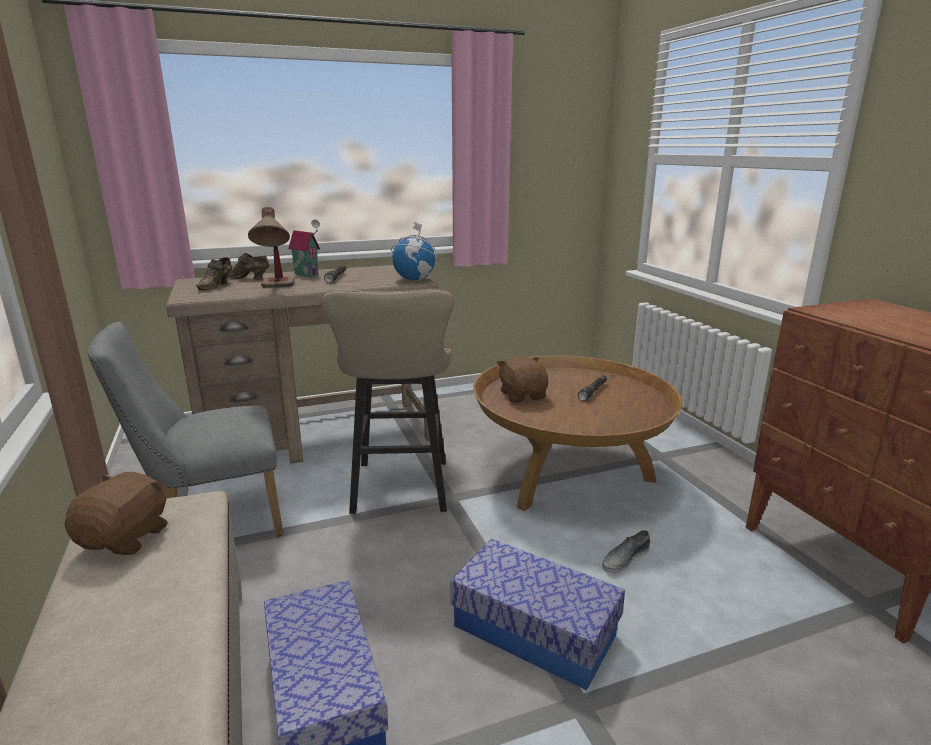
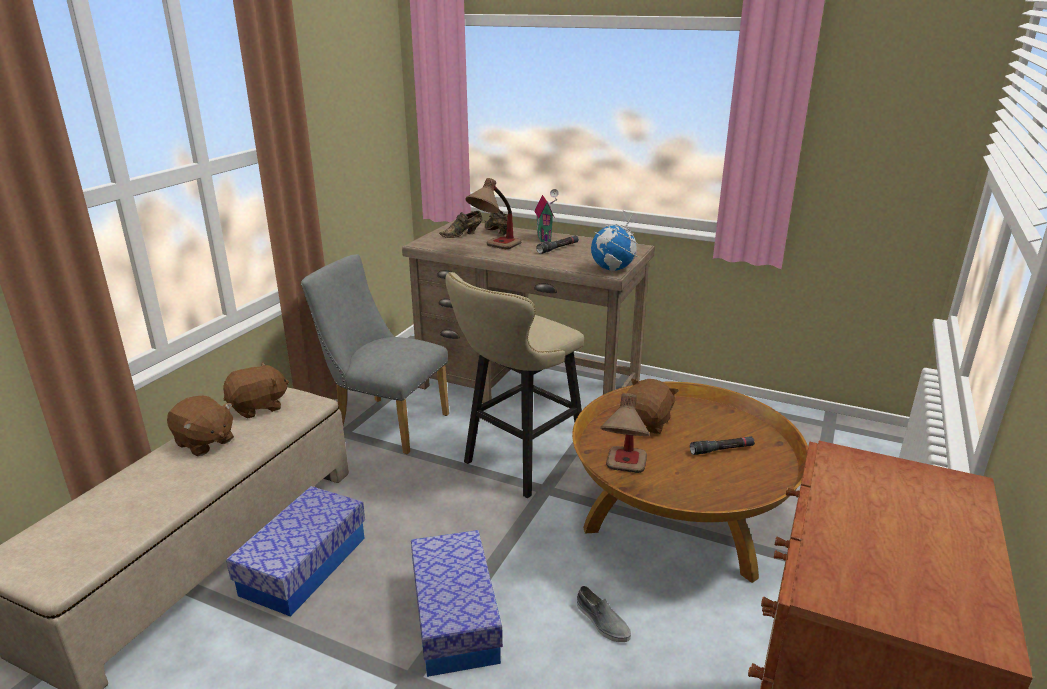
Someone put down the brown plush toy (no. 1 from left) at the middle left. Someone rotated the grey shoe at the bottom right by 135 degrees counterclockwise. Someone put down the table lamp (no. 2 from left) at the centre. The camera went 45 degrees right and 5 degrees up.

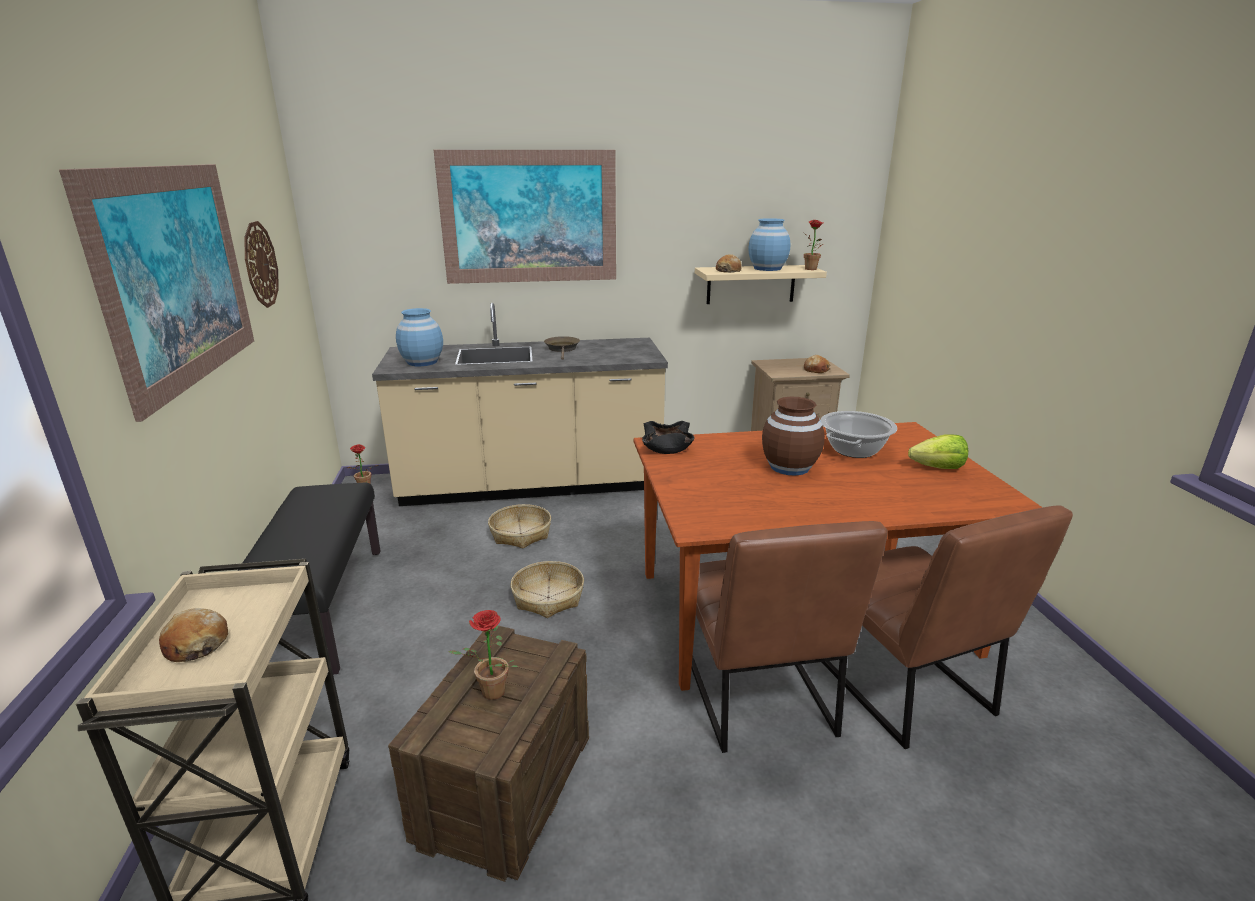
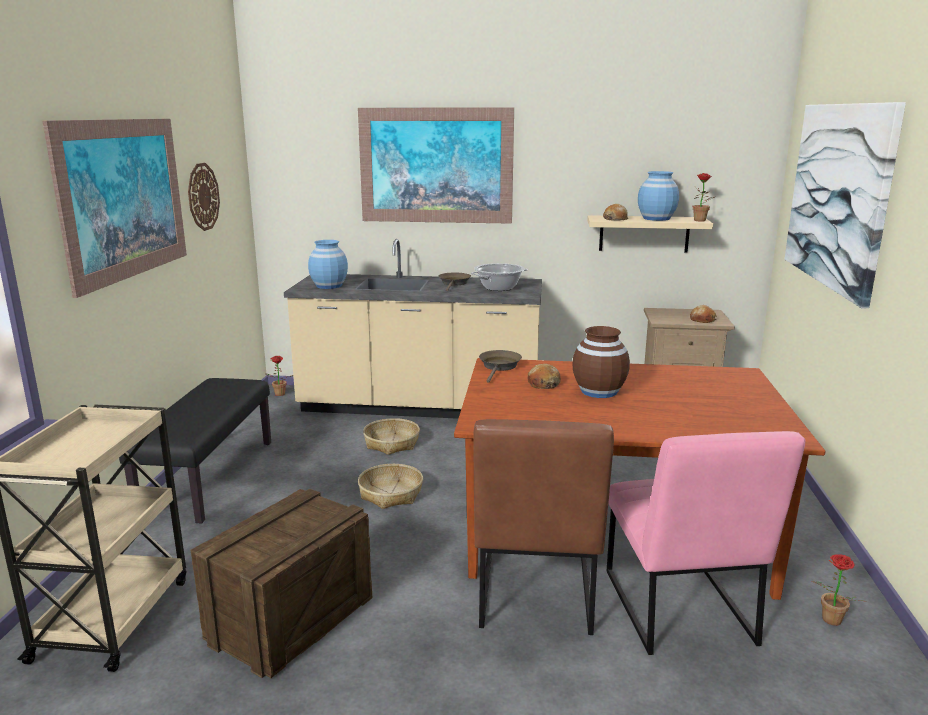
Someone carried the cooking pot from the middle right to the centre. Someone swapped the black bowl at the centre for the brown frying pan (no. 2 from left) at the centre. Someone carried the bread (no. 1 from left) from the bottom left to the centre. Someone repainted the brown chair (no. 2 from left) at the bottom right, which became the pink chair at the bottom right. Someone put up the picture (no. 3 from left) at the top right. Someone carried the potted plant (no. 2 from left in the first image) from the bottom centre to the bottom right. Someone took away the lettuce at the middle right. The camera went 15 degrees right and 5 degrees down.

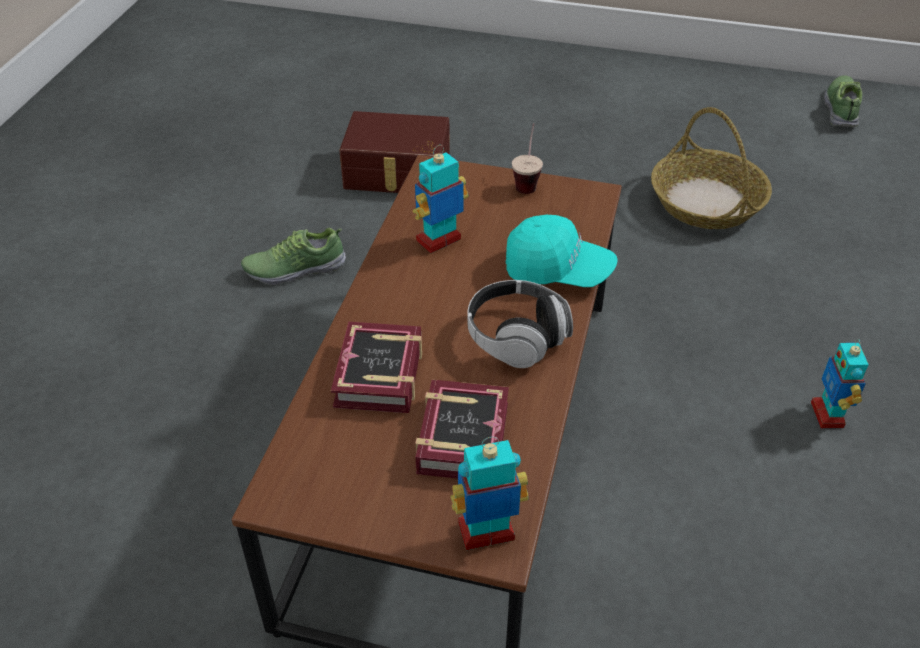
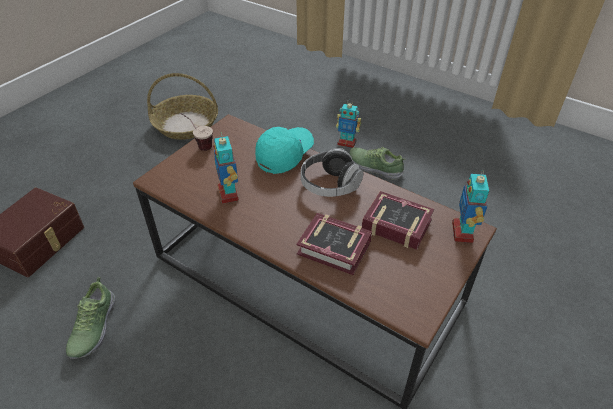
Someone carried the shoe (no. 2 from left) from the top right to the centre. The camera went 70 degrees left and 0 degrees up.

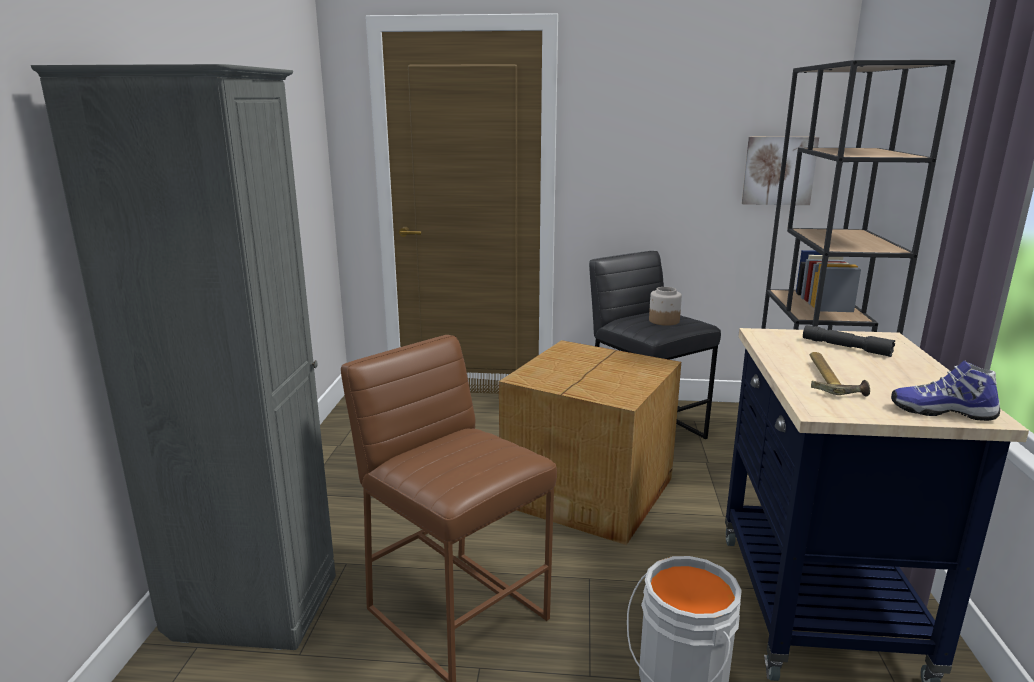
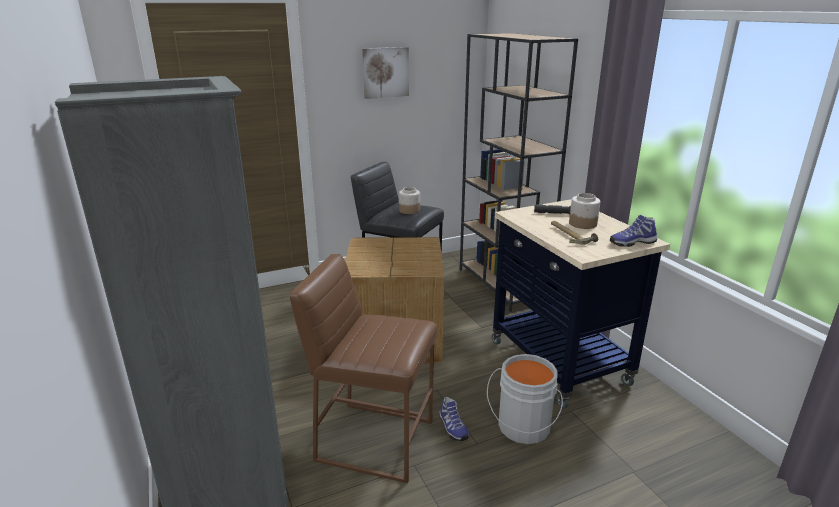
Someone carried the picture from the top right to the top centre. Someone put down the shoe (no. 1 from left) at the bottom centre. Someone put down the jar (no. 2 from left) at the middle right. The camera went 30 degrees left and 5 degrees up.

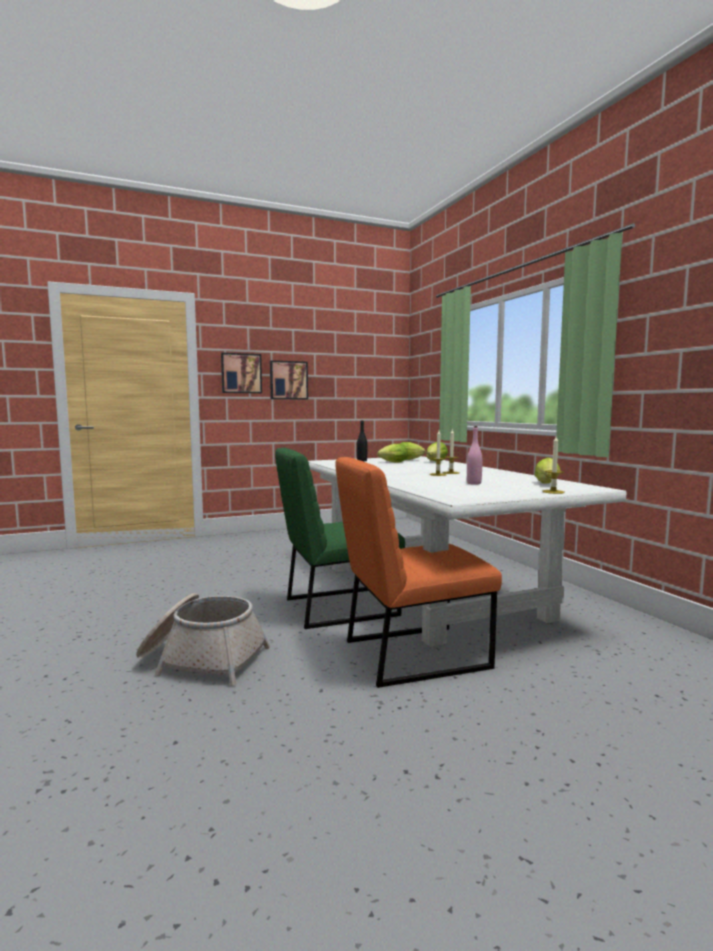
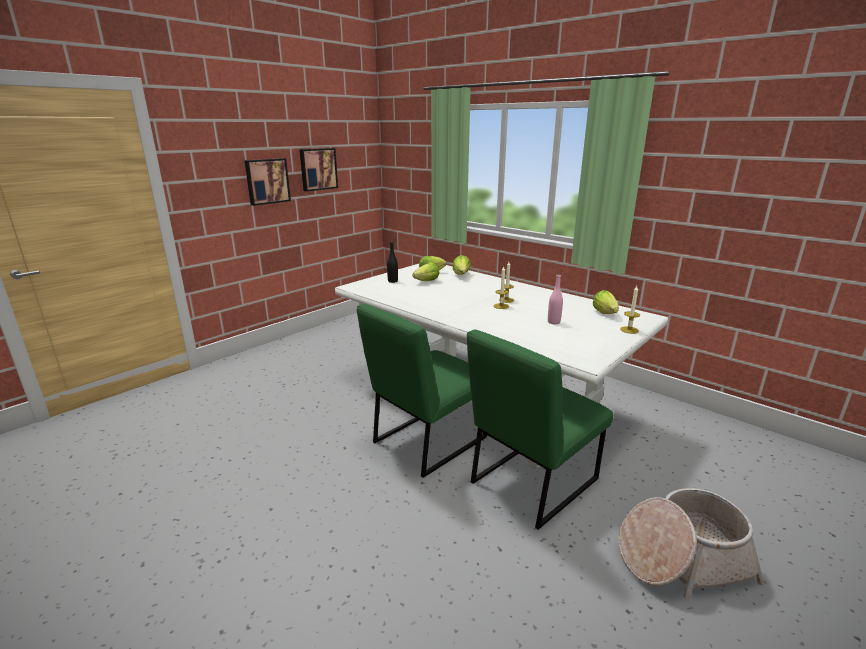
Someone carried the picture (no. 1 from left in the first image) from the centre to the top centre. Someone repainted the orange chair at the centre, which became the green chair (no. 2 from left) at the centre. Someone carried the basket from the bottom left to the bottom right. The camera went 25 degrees left and 15 degrees up.

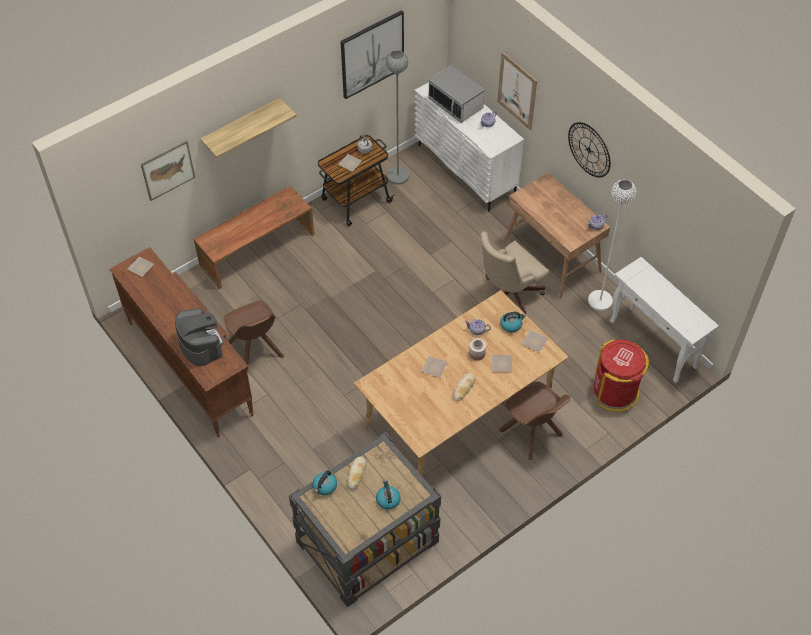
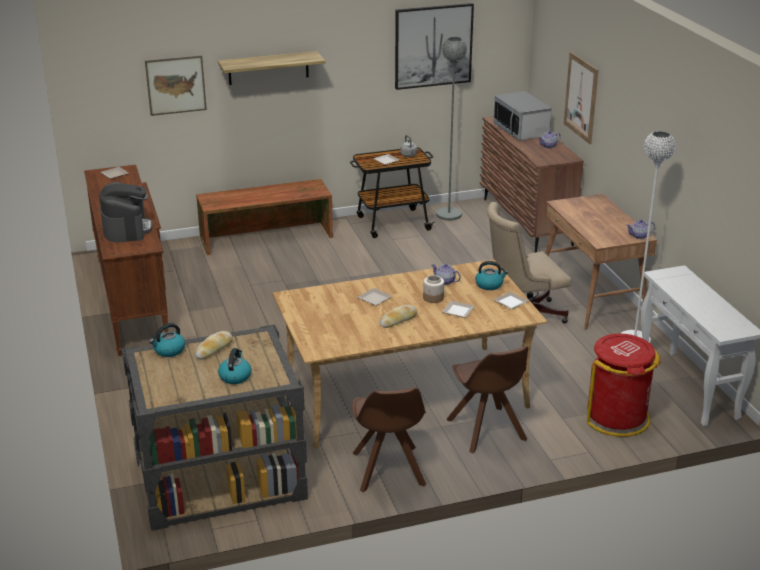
Someone carried the brown chair (no. 1 from left) from the middle left to the bottom centre. Someone repainted the white dresser at the top centre, which became the brown dresser at the top right. Someone took away the wall clock at the top right. The camera went 20 degrees right and 25 degrees down.

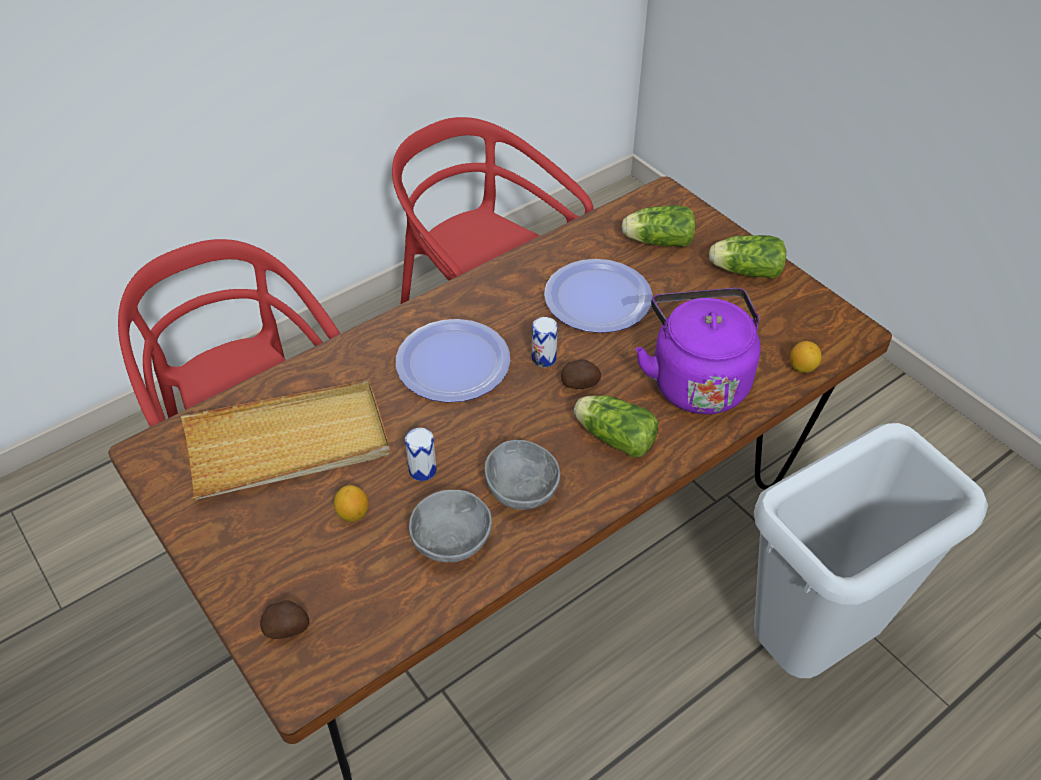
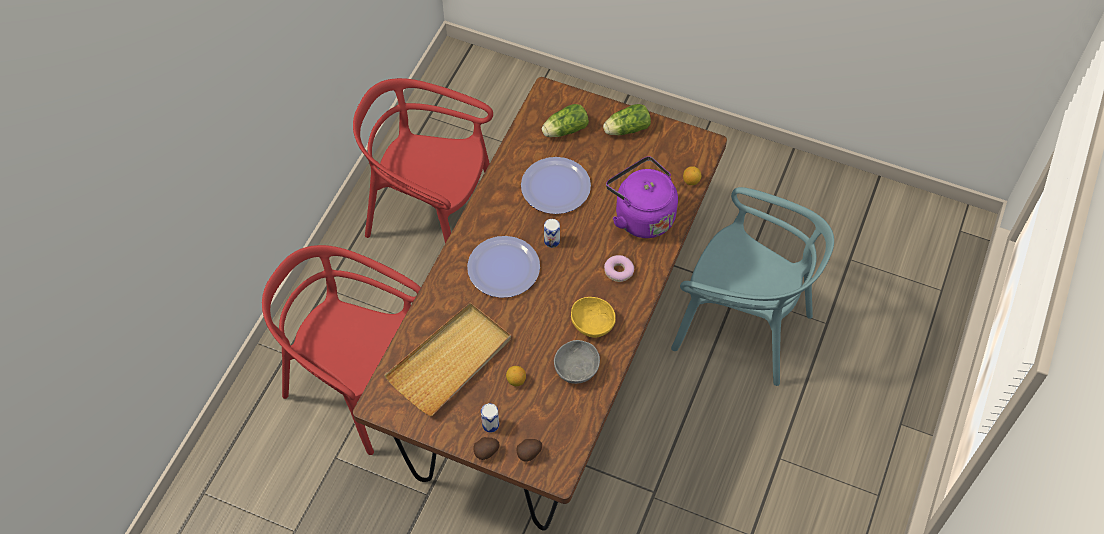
Someone carried the potato (no. 2 from left in the first image) from the centre to the bottom centre. Someone carried the can (no. 1 from left) from the centre to the bottom centre. Someone repainted the grey bowl (no. 2 from left) at the centre, which became the yellow bowl at the centre. Someone swapped the lettuce (no. 1 from left) at the centre for the donut at the centre. Someone swapped the grey trash can at the bottom right for the turquoise chair at the middle right. The camera went 30 degrees left and 10 degrees up.

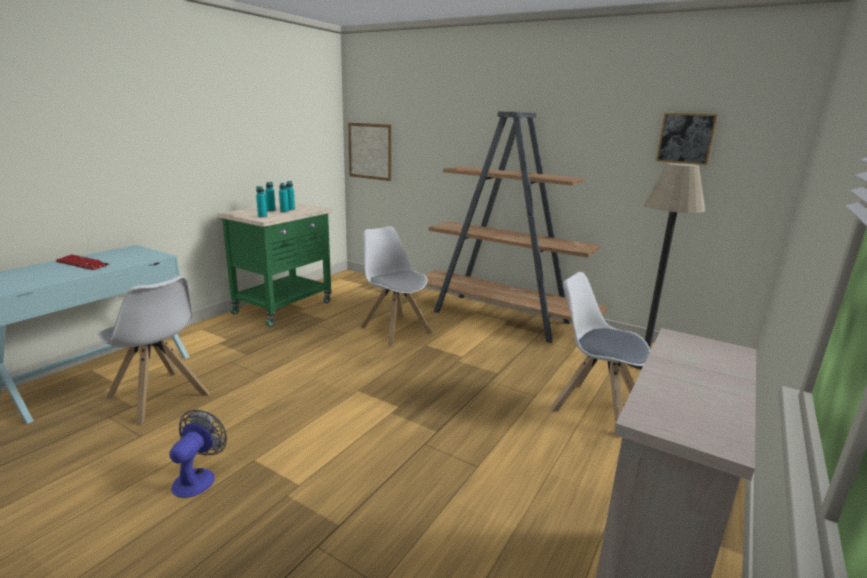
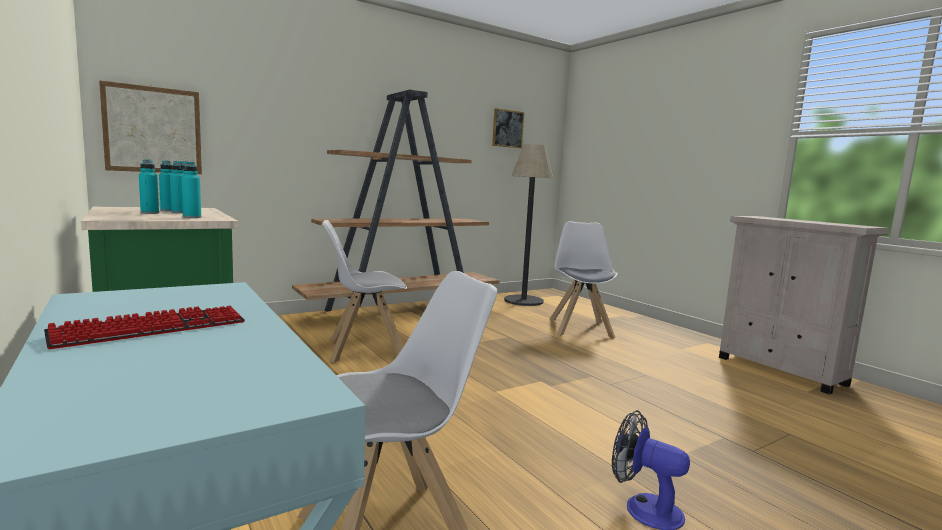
Someone rotated the chair (no. 3 from left) at the middle right by 120 degrees clockwise. The camera went 65 degrees left and 10 degrees down.

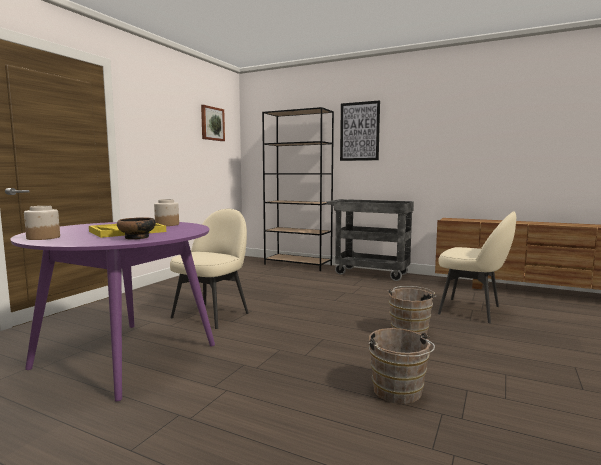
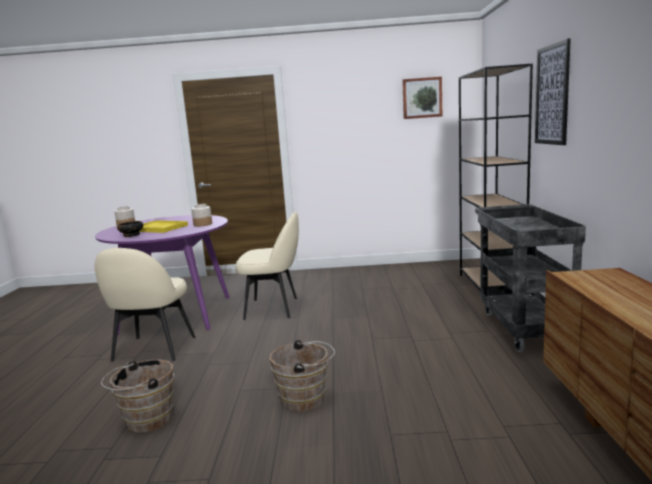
Someone carried the beige chair (no. 2 from left in the first image) from the middle right to the middle left. The camera went 65 degrees right and 5 degrees up.

